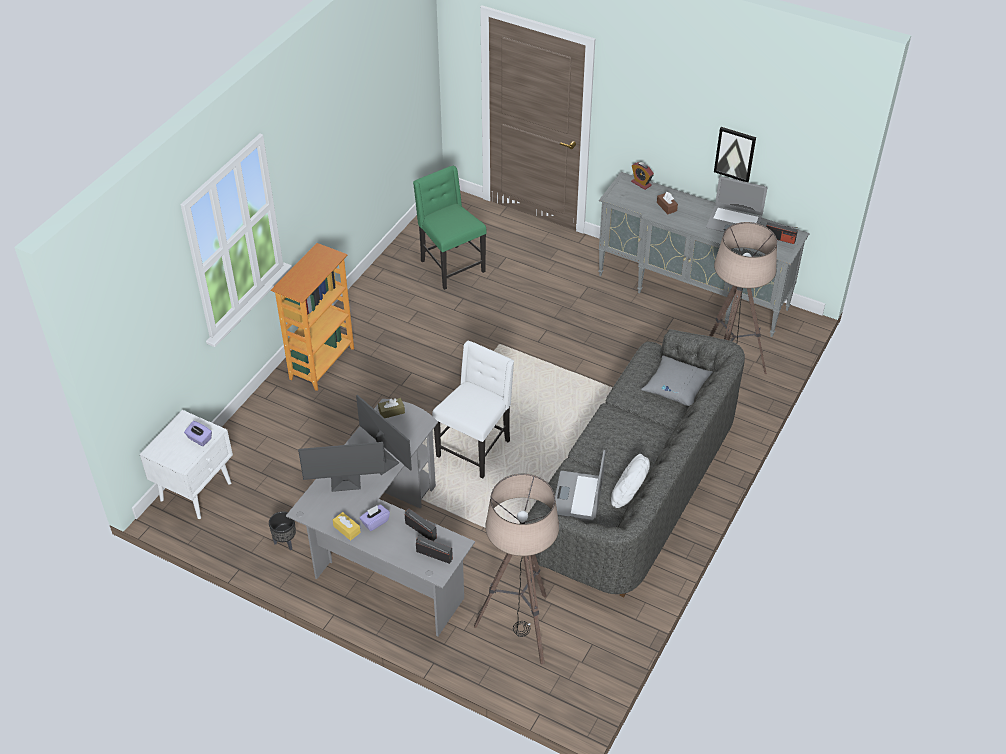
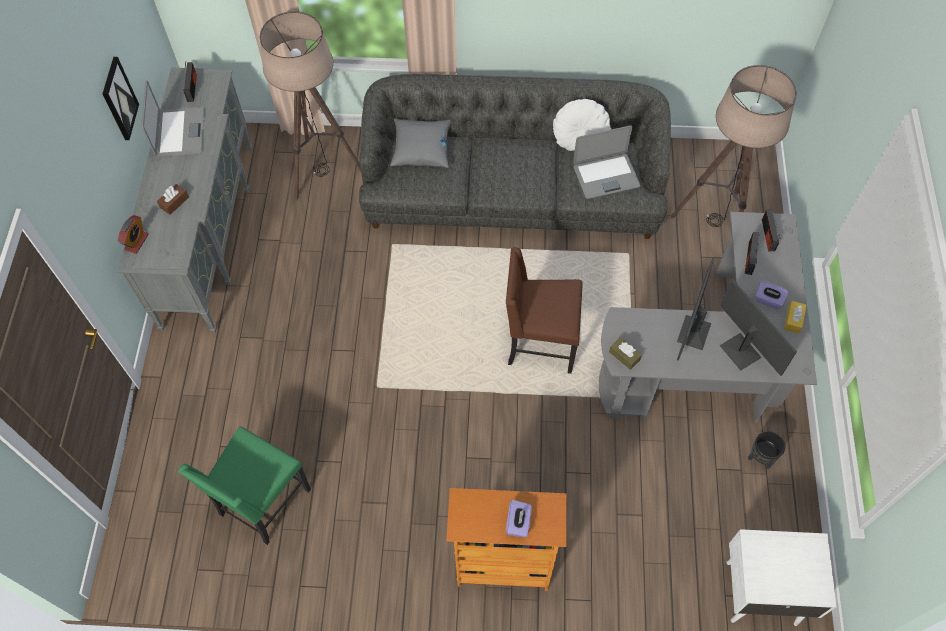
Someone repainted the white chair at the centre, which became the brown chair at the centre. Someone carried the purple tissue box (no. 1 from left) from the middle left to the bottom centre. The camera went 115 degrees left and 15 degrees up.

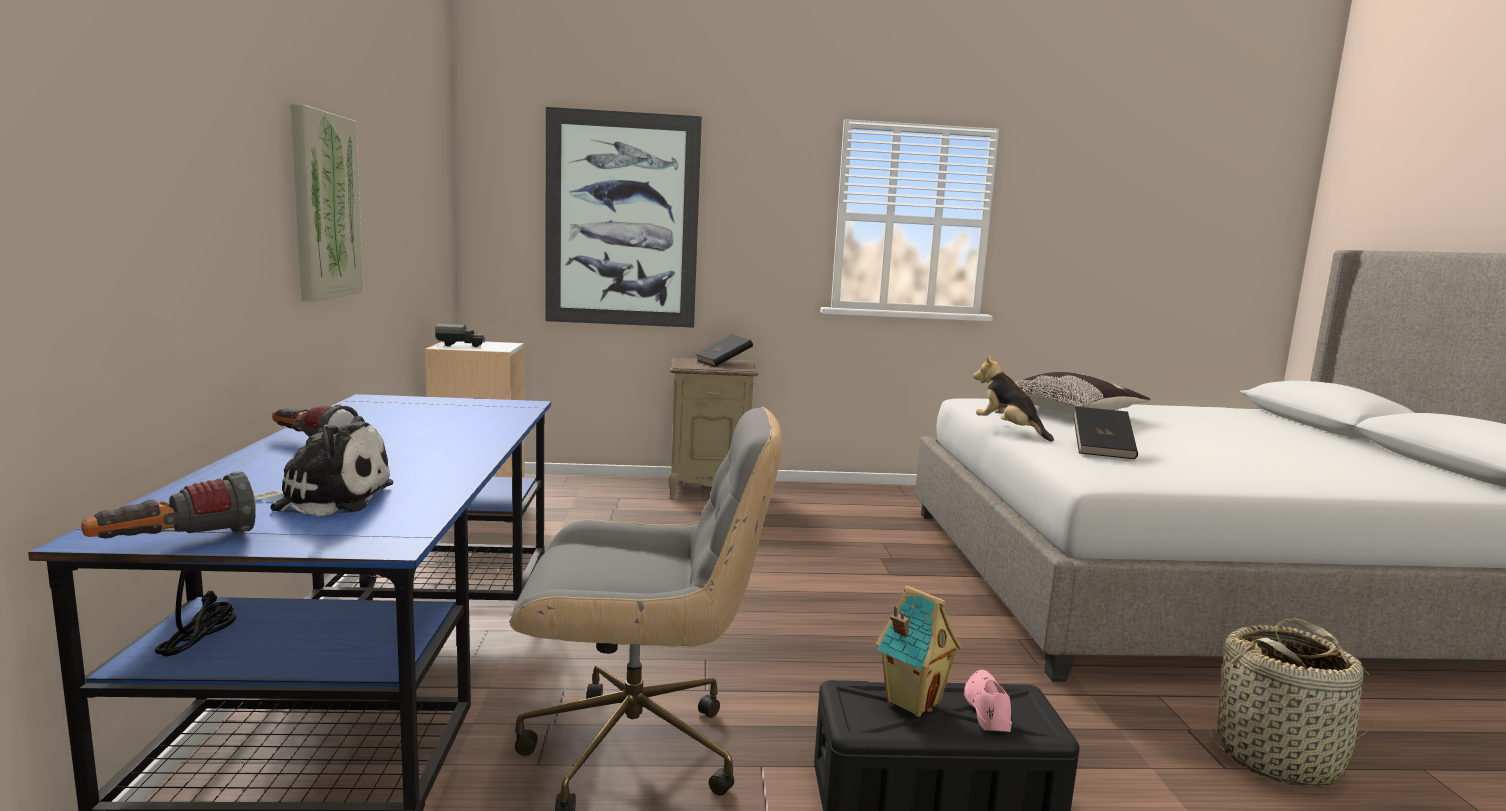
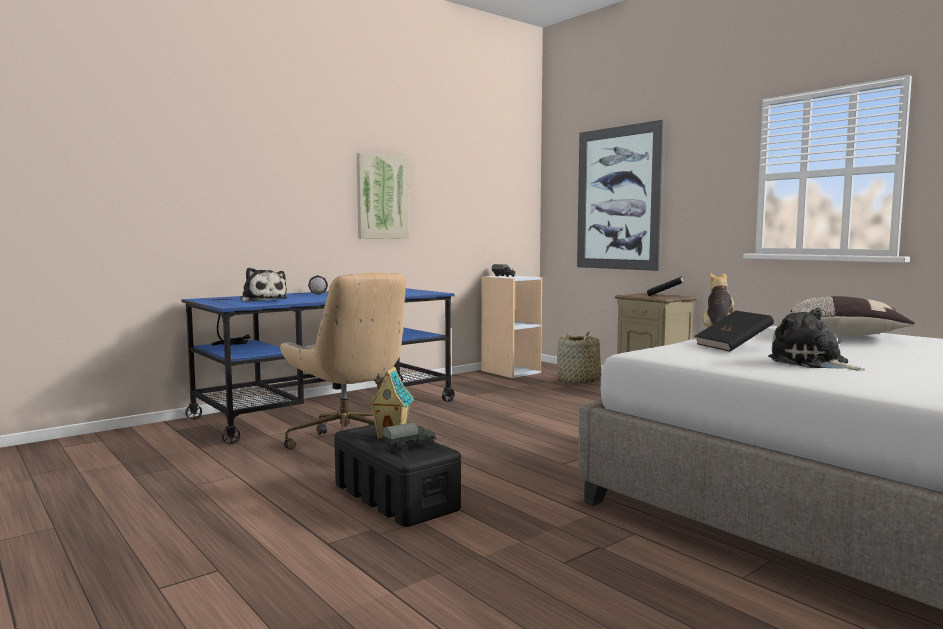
Someone swapped the pink shoe at the bottom centre for the toy truck (no. 1 from left) at the bottom centre. Someone carried the basket from the bottom right to the centre. Someone put down the plush toy (no. 3 from left) at the middle right. Someone took away the flashlight (no. 1 from left) at the middle left. The camera went 55 degrees right and 5 degrees down.

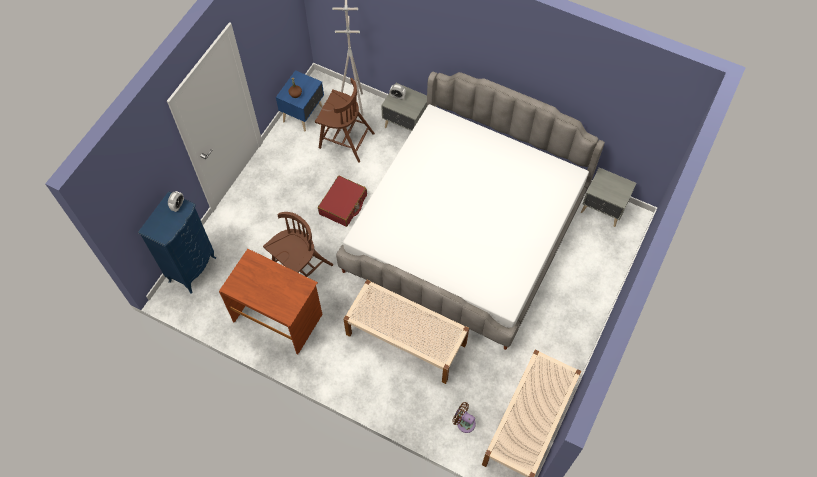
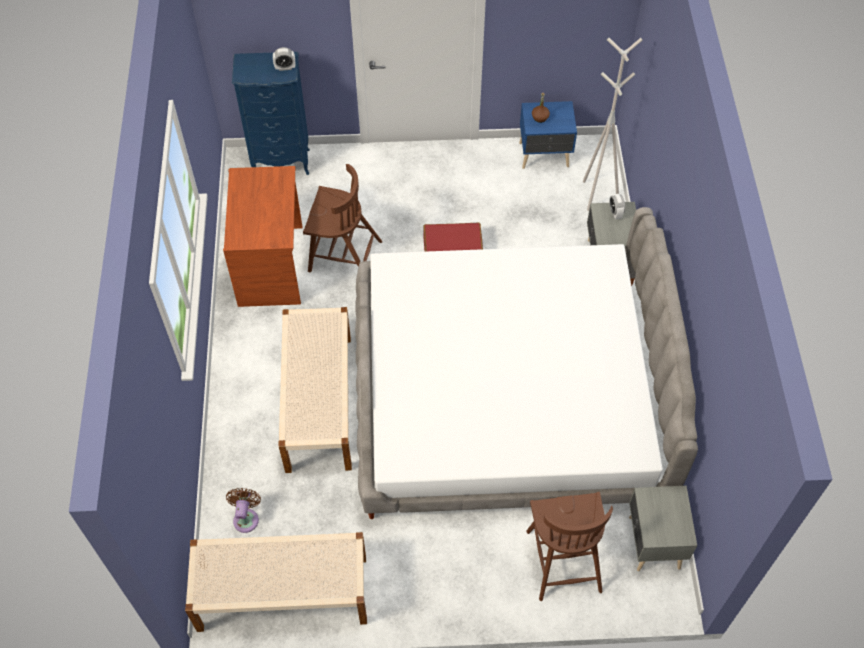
Someone carried the brown chair (no. 2 from left) from the top centre to the bottom centre. The camera went 60 degrees right and 5 degrees down.

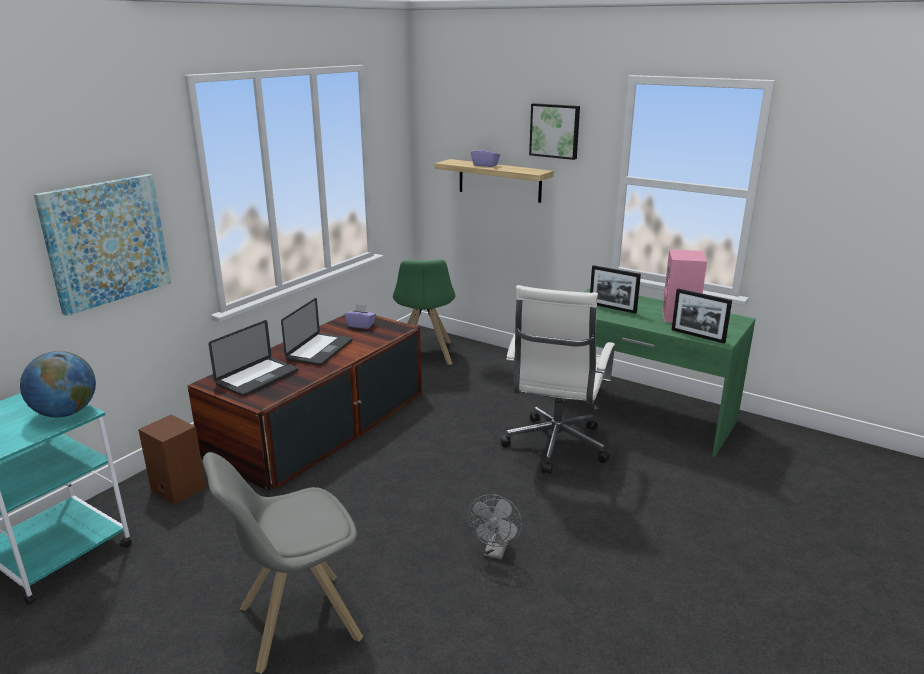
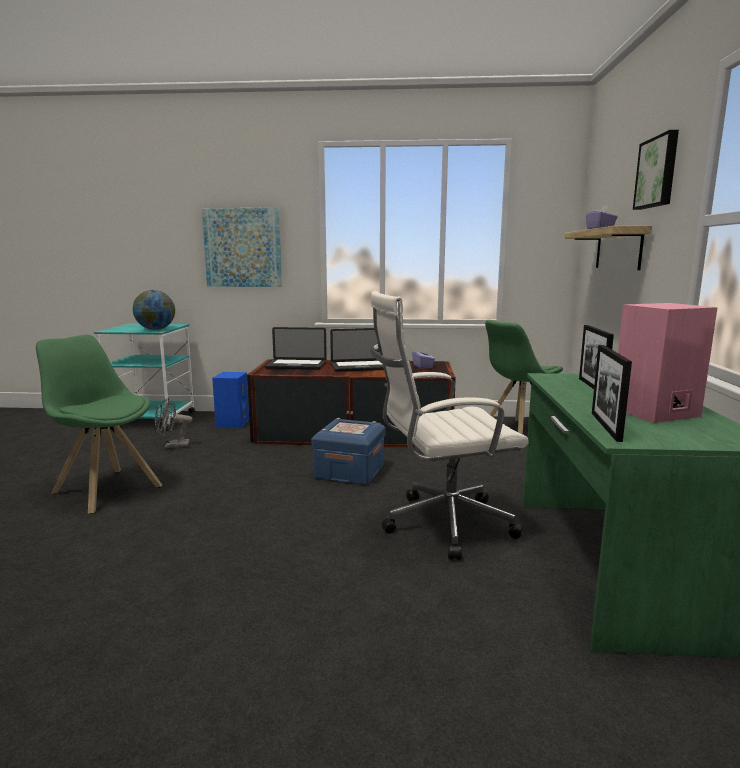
Someone repainted the grey chair at the bottom left, which became the green chair (no. 1 from left) at the middle left. Someone carried the grey fan from the bottom centre to the middle left. Someone repainted the brown speaker at the bottom left, which became the blue speaker at the middle left. Someone put down the blue storage box at the centre. The camera went 60 degrees right and 10 degrees down.

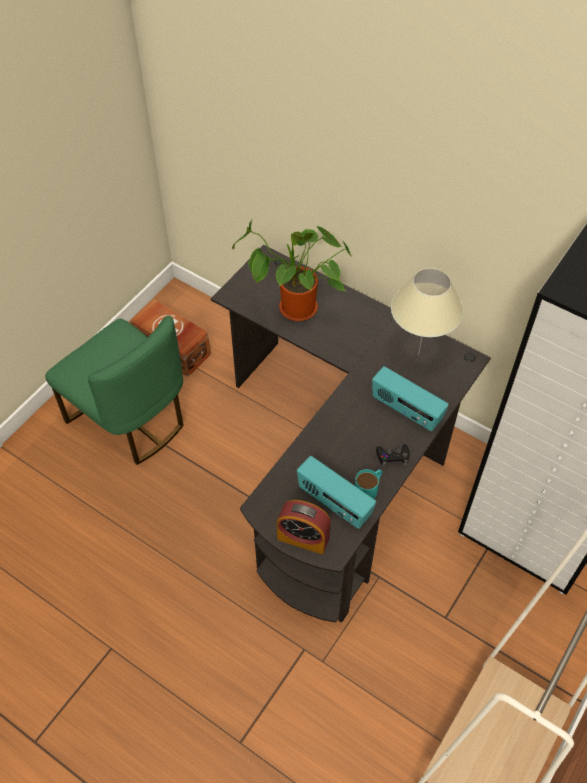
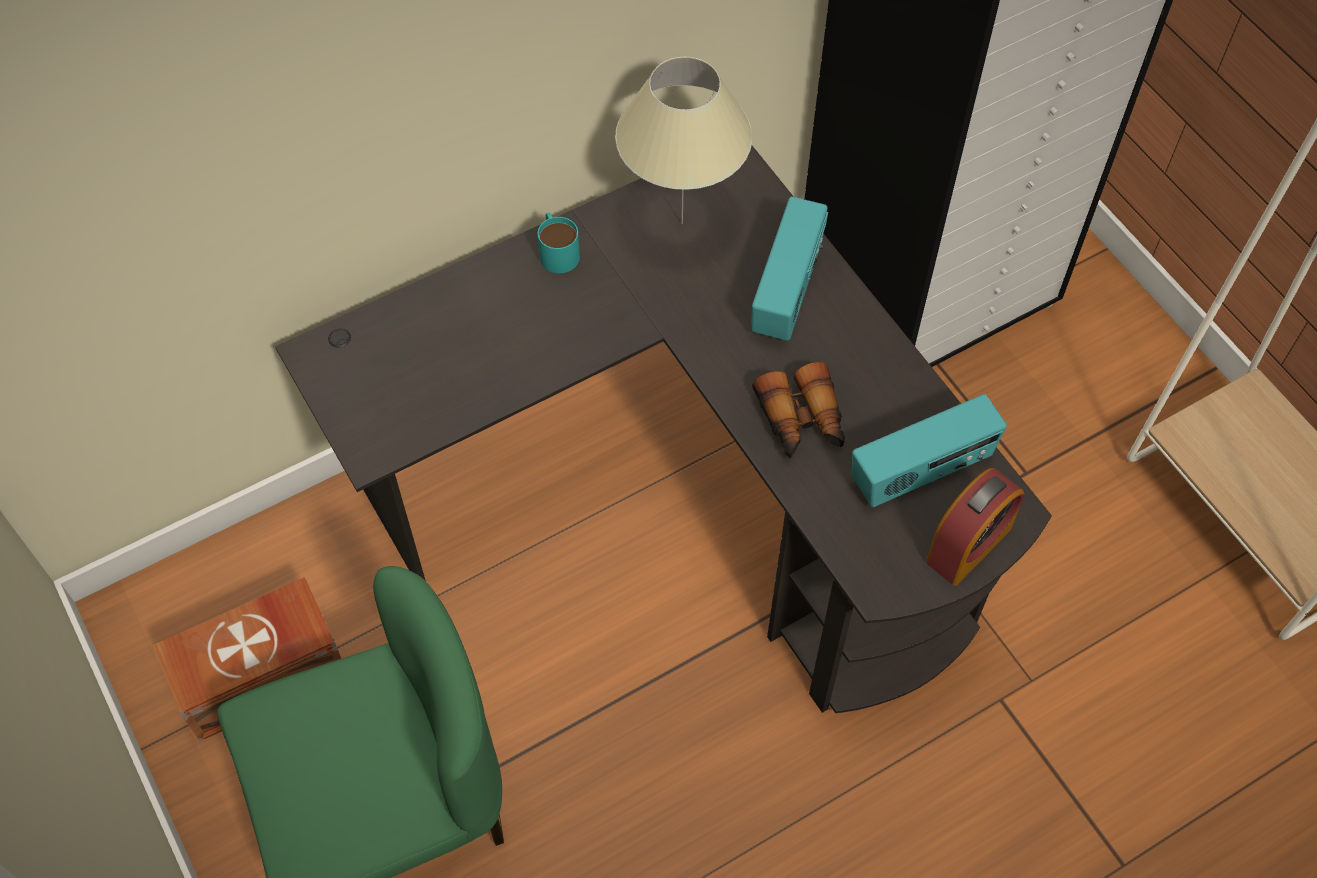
Someone carried the turquoise mug from the centre to the top centre. Someone rotated the radio (no. 2 from left in the first image) at the middle right by 45 degrees counterclockwise. Someone put down the binoculars at the centre. Someone took away the potted plant at the centre. Someone took away the black game controller at the middle right. The camera went 65 degrees left and 5 degrees up.

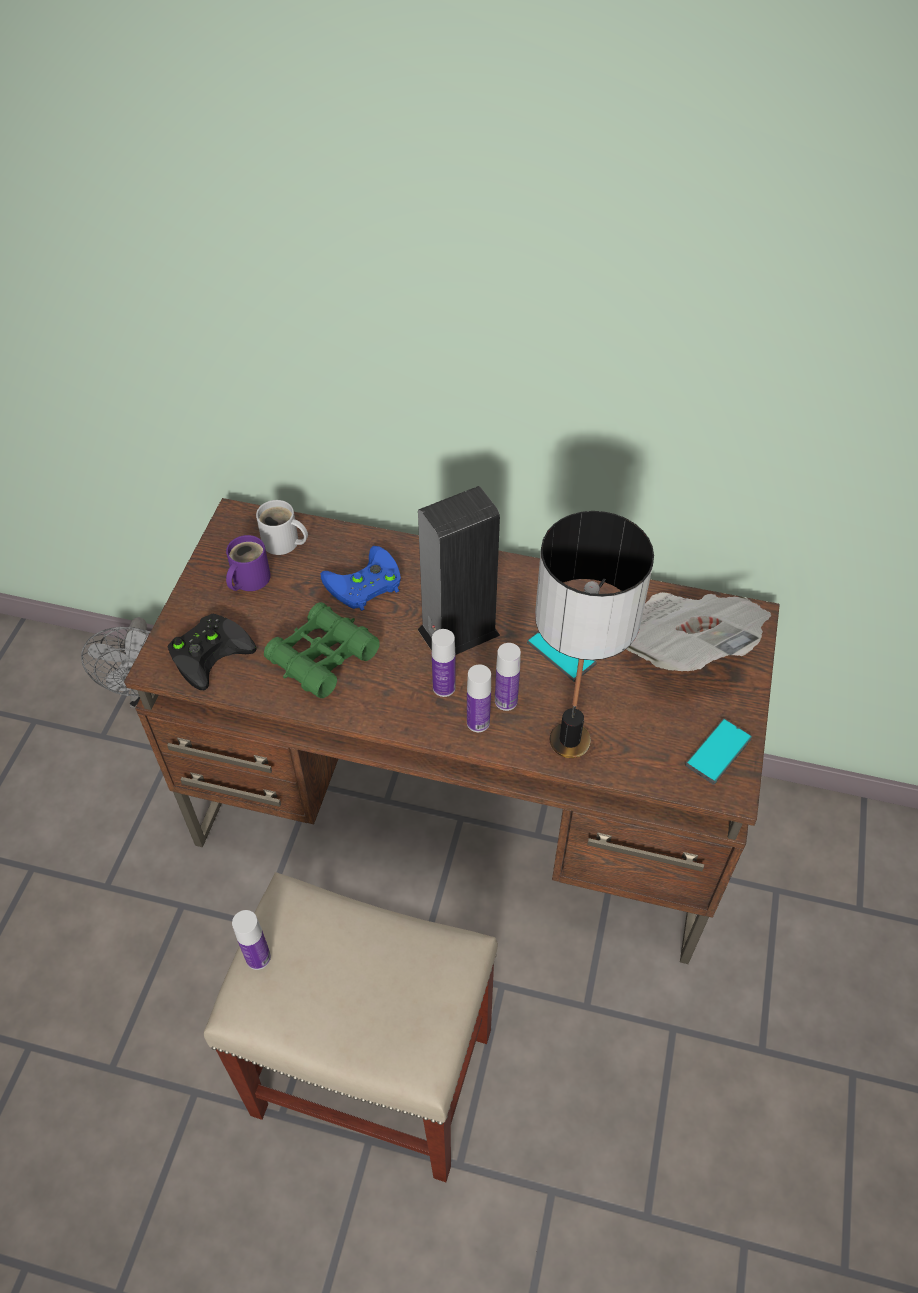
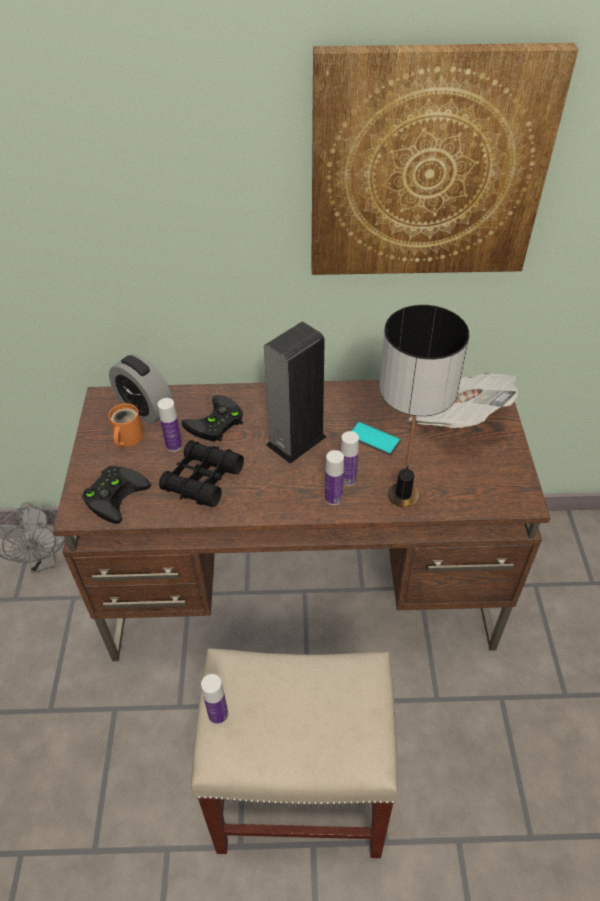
Someone swapped the white mug at the middle left for the alarm clock at the middle left. Someone repainted the purple mug at the middle left, which became the orange mug at the middle left. Someone carried the bottle (no. 2 from left in the first image) from the centre to the middle left. Someone repainted the green binoculars at the centre, which became the black binoculars at the centre. Someone repainted the blue game controller at the centre, which became the black game controller (no. 2 from left) at the centre. Someone put up the picture at the top right. Someone took away the phone (no. 2 from left) at the middle right. The camera went 15 degrees left and 5 degrees down.

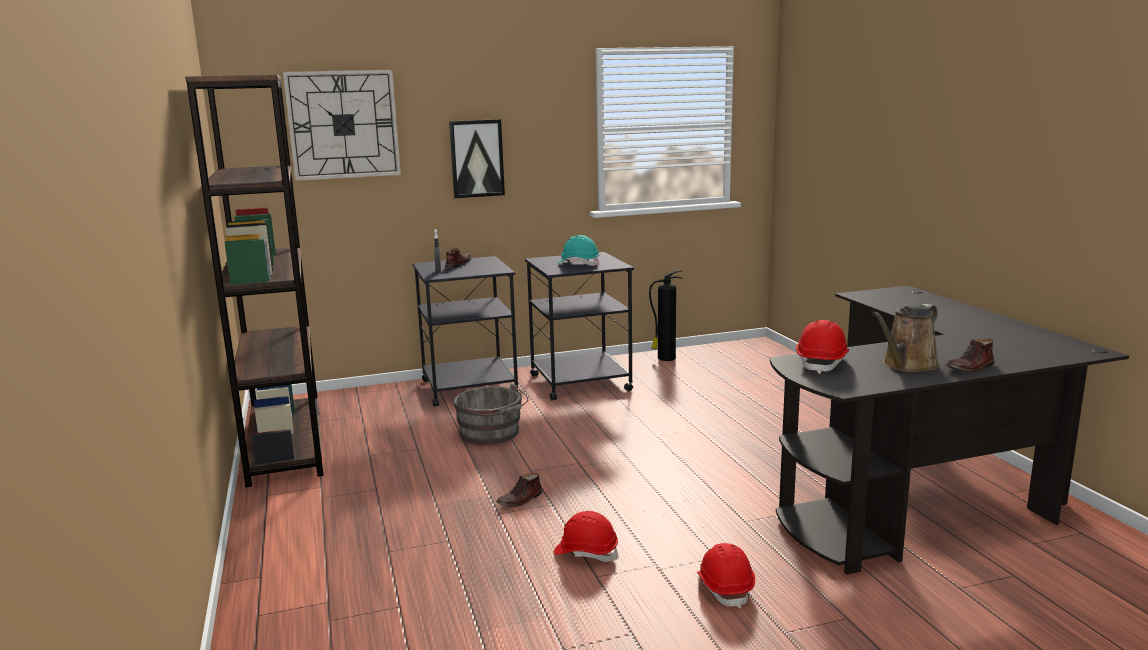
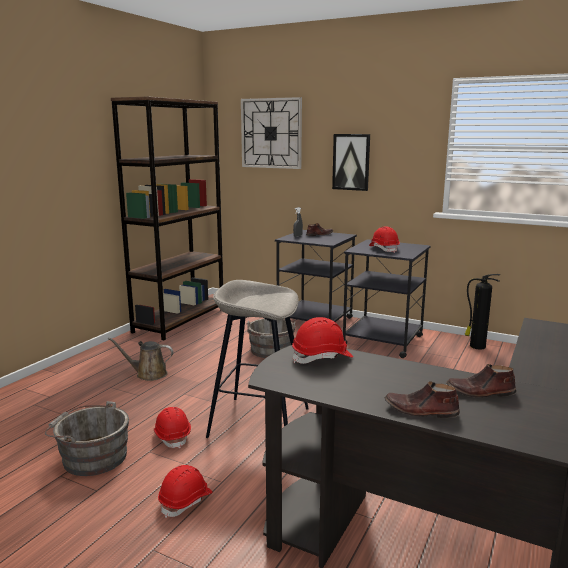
Someone put down the grey bucket (no. 1 from left) at the bottom left. Someone carried the brown watering can from the middle right to the middle left. Someone put down the grey stool at the centre. Someone repainted the turquoise hard hat at the centre, which became the red hard hat (no. 4 from left) at the middle right. Someone carried the brown shoe (no. 2 from left in the first image) from the bottom centre to the bottom right. The camera went 45 degrees right and 0 degrees up.

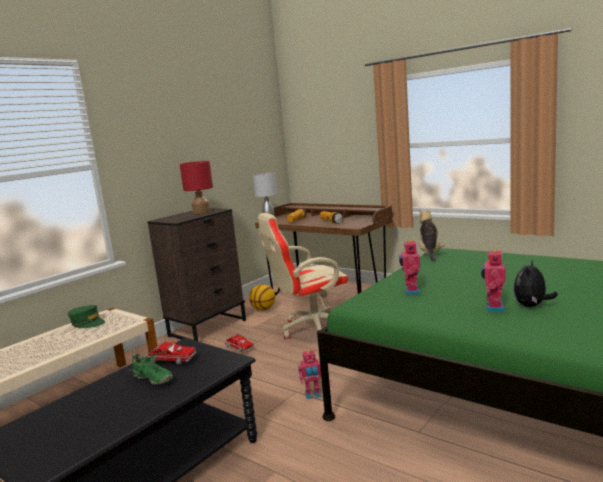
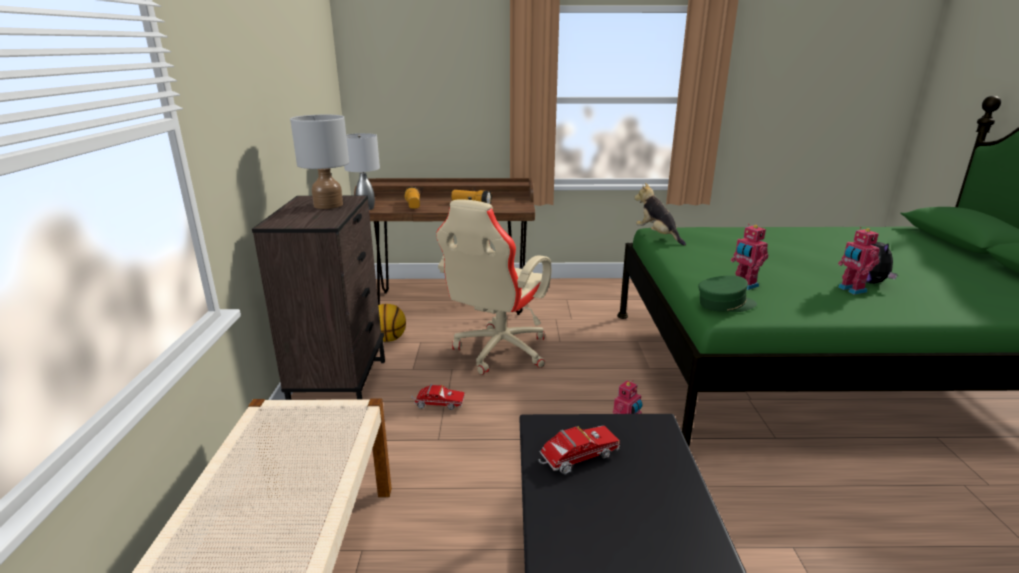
Someone repainted the red table lamp at the middle left, which became the grey table lamp (no. 1 from left) at the top left. Someone carried the green cap from the middle left to the middle right. Someone took away the green shoe at the bottom left. The camera went 40 degrees left and 10 degrees up.

